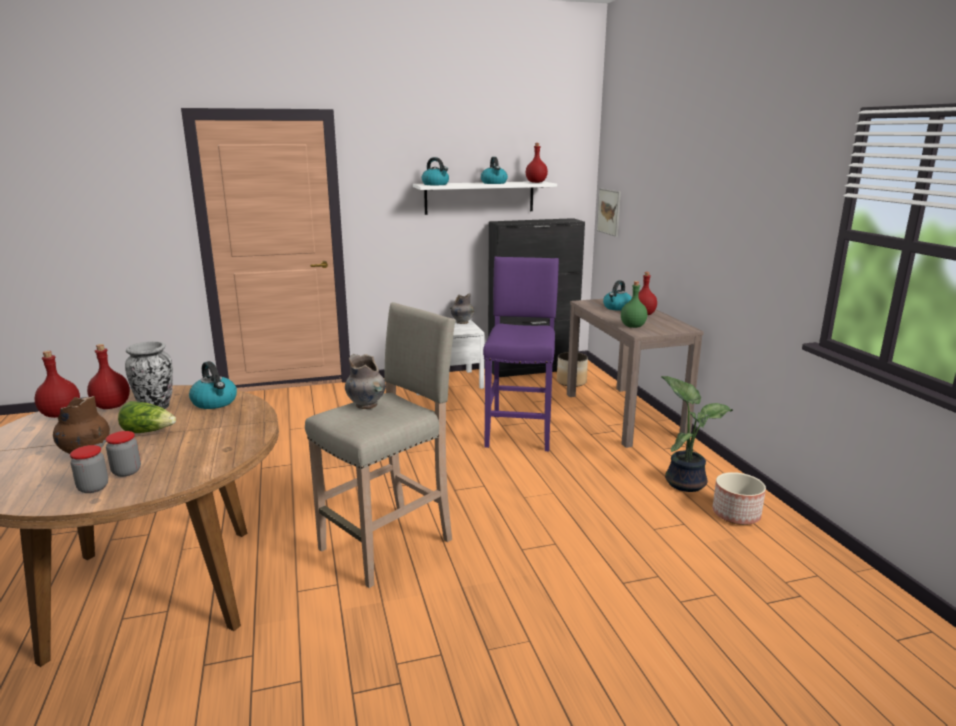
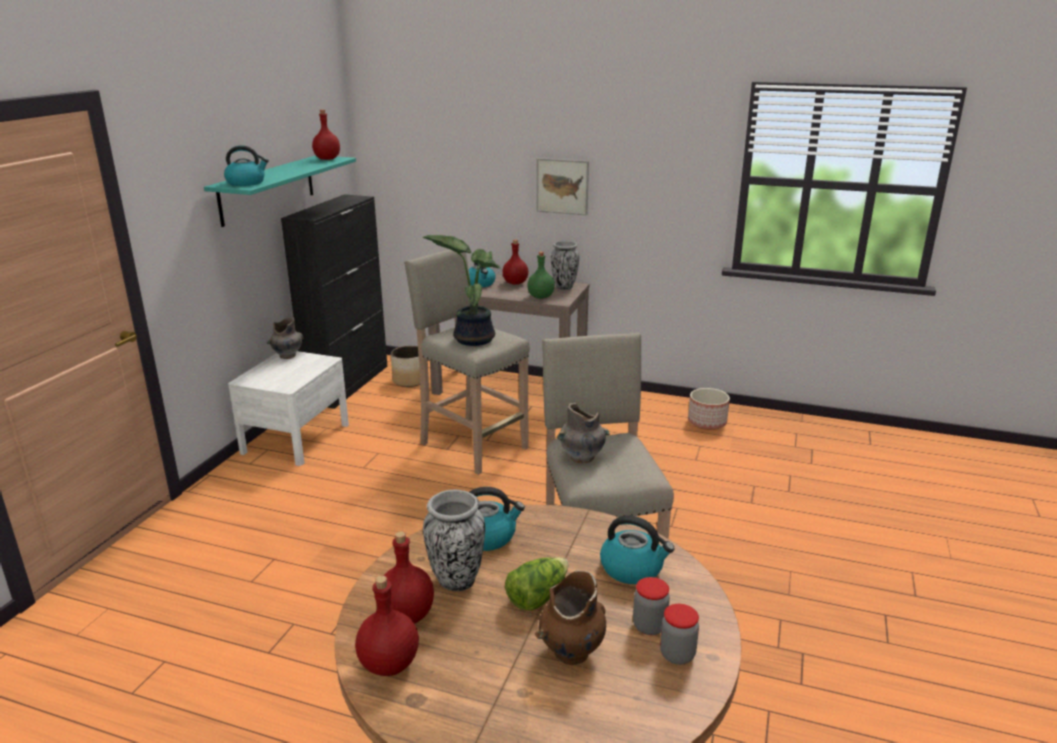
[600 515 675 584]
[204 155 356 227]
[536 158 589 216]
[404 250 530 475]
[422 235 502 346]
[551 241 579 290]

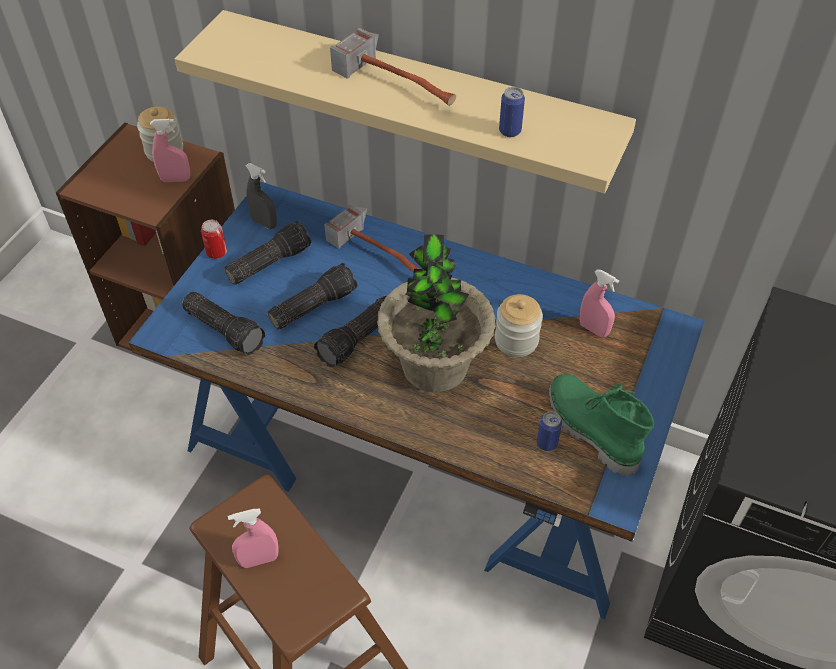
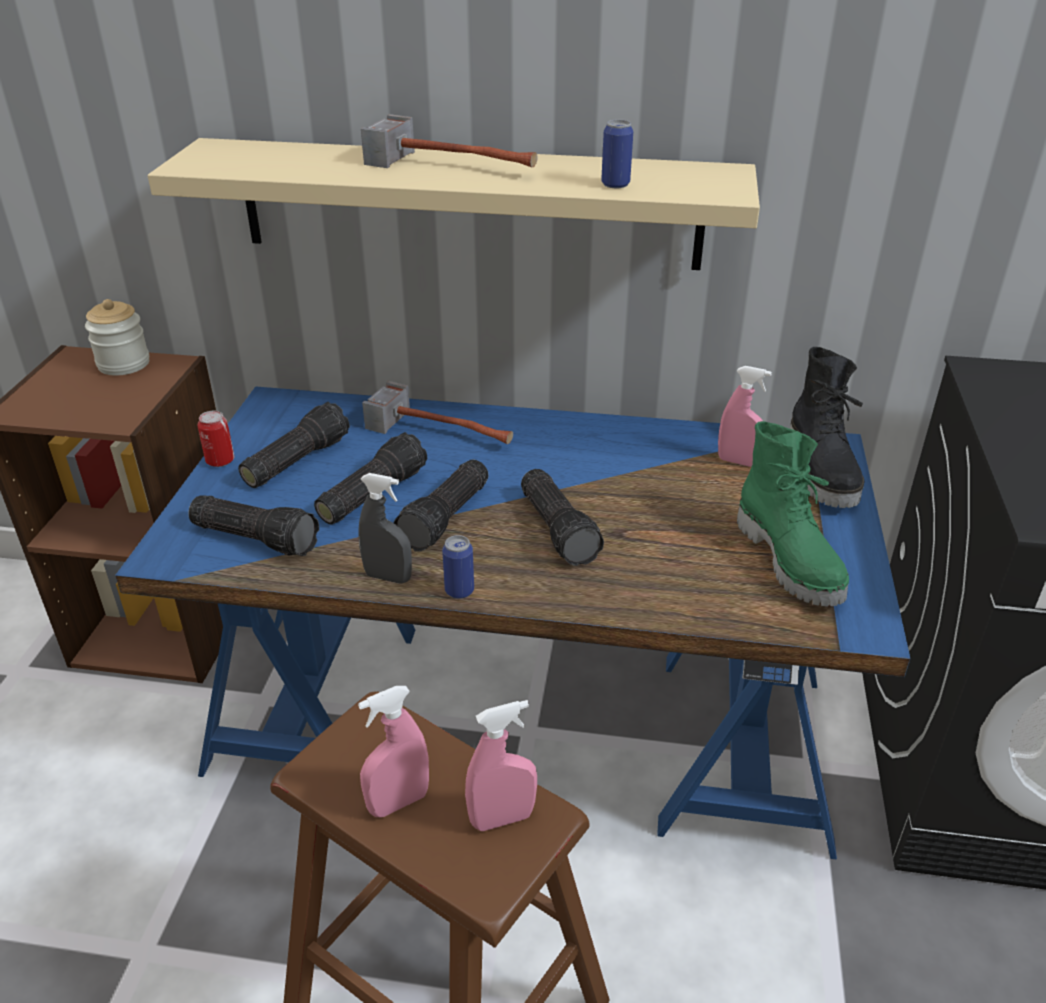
[465 700 537 831]
[358 473 412 584]
[521 469 604 566]
[495 294 543 357] (first image)
[737 421 849 606]
[442 535 474 599]
[790 347 865 508]

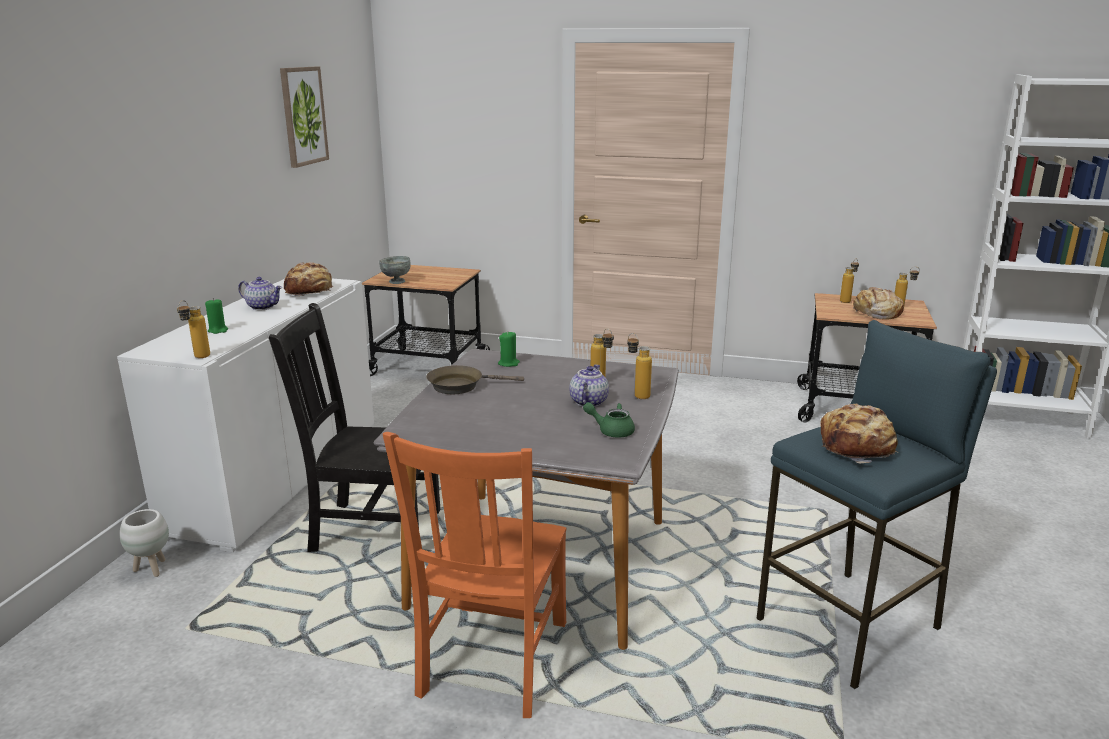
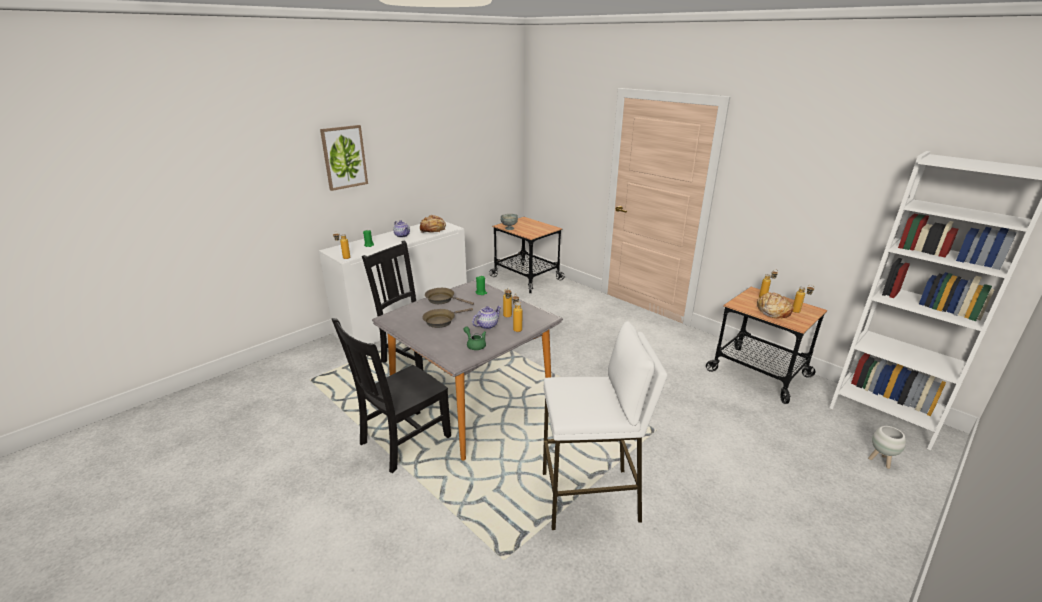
[320 125 368 191]
[543 321 667 530]
[820 404 899 463] (first image)
[332 318 451 473]
[868 426 906 469]
[422 308 473 328]

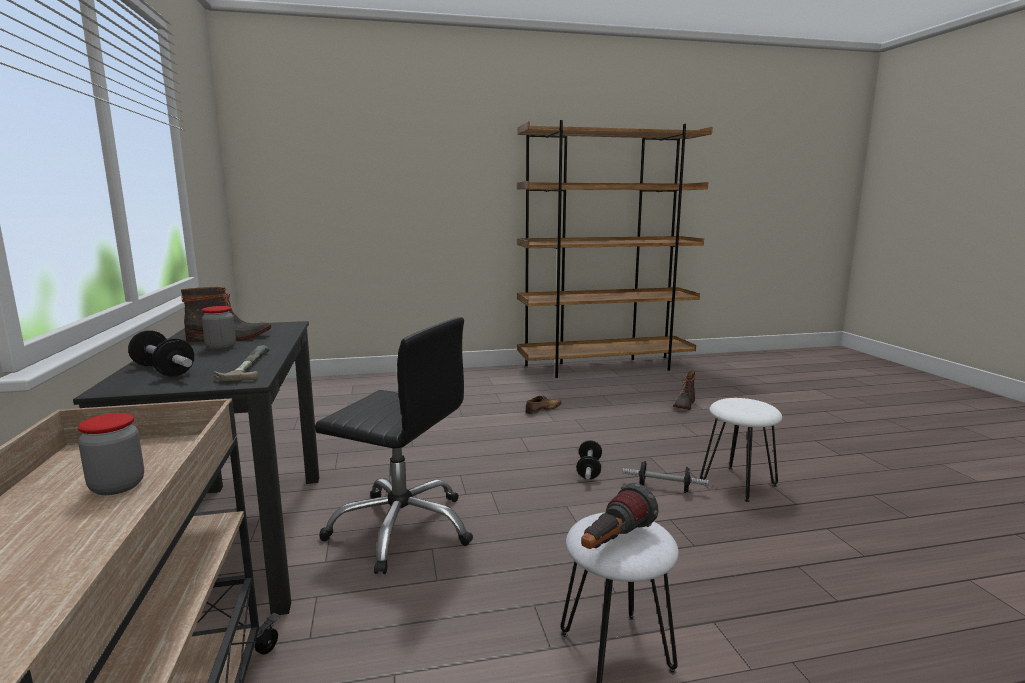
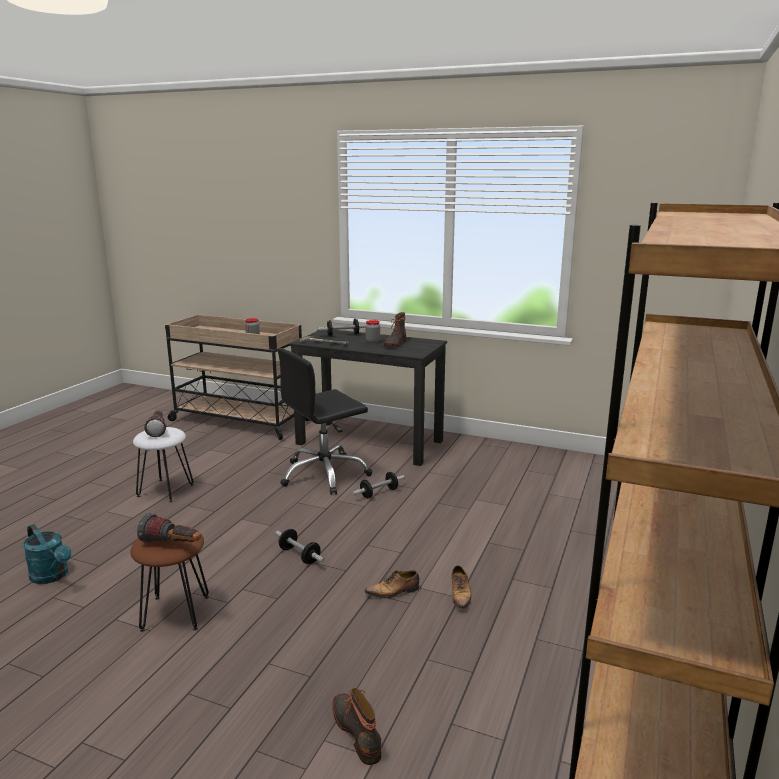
[130 525 209 632]
[352 472 405 498]
[137 513 201 543]
[23 524 72 584]
[364 570 419 598]

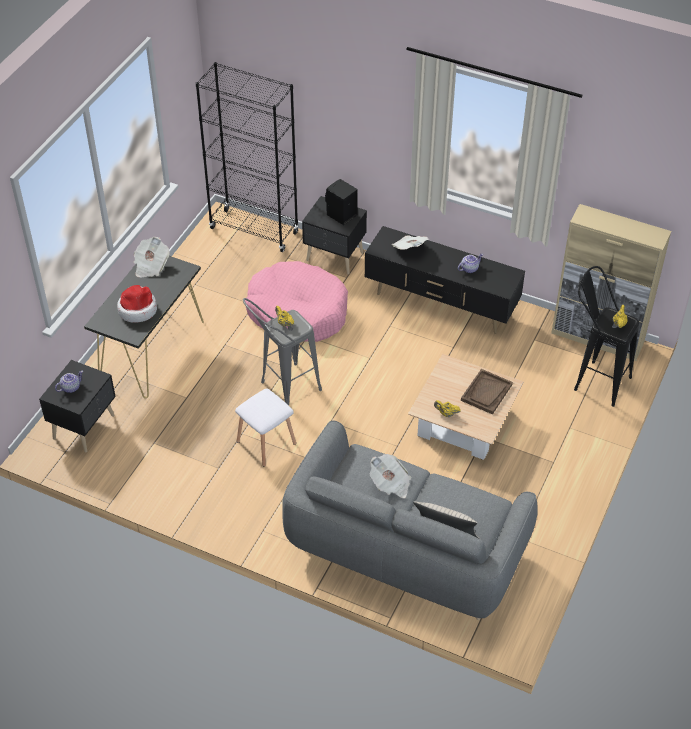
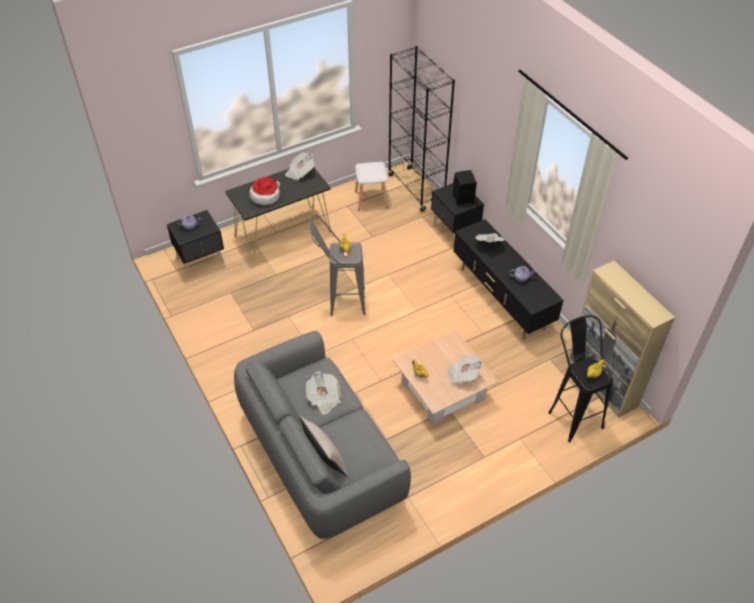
[245 261 348 342] (first image)
[445 355 483 384]
[355 162 388 210]

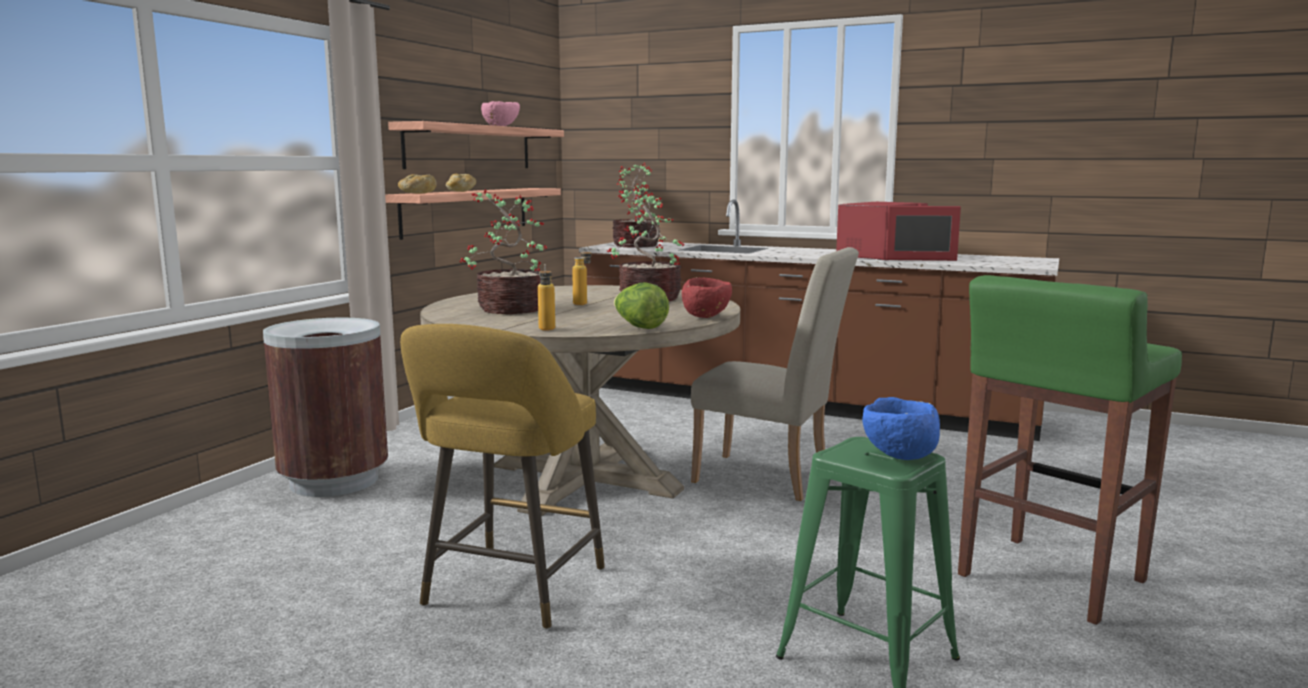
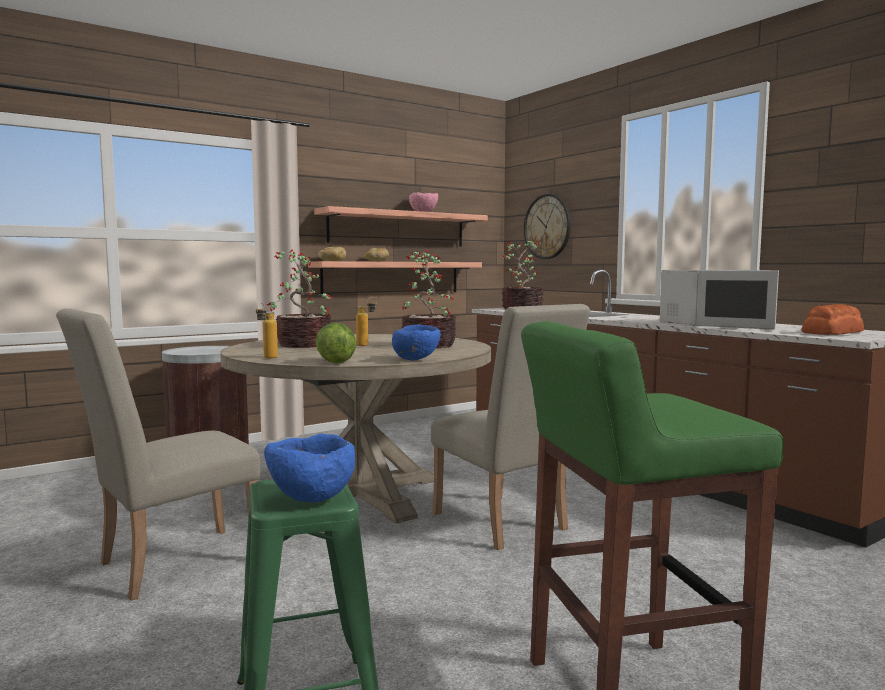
[660 270 779 330]
[392 325 441 361]
[56 309 260 601]
[524 194 571 259]
[801 304 864 335]

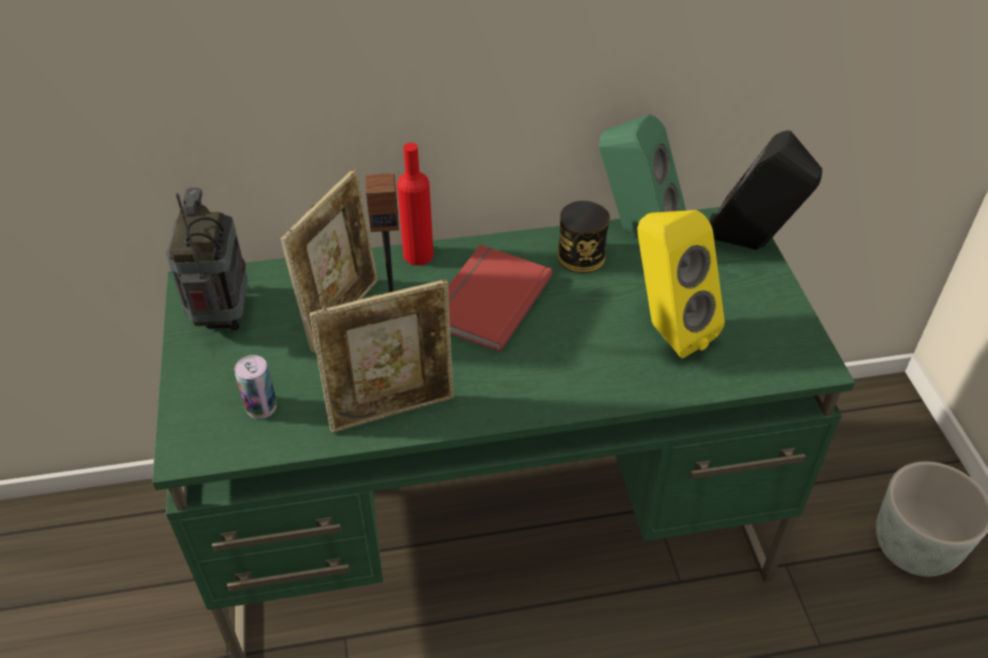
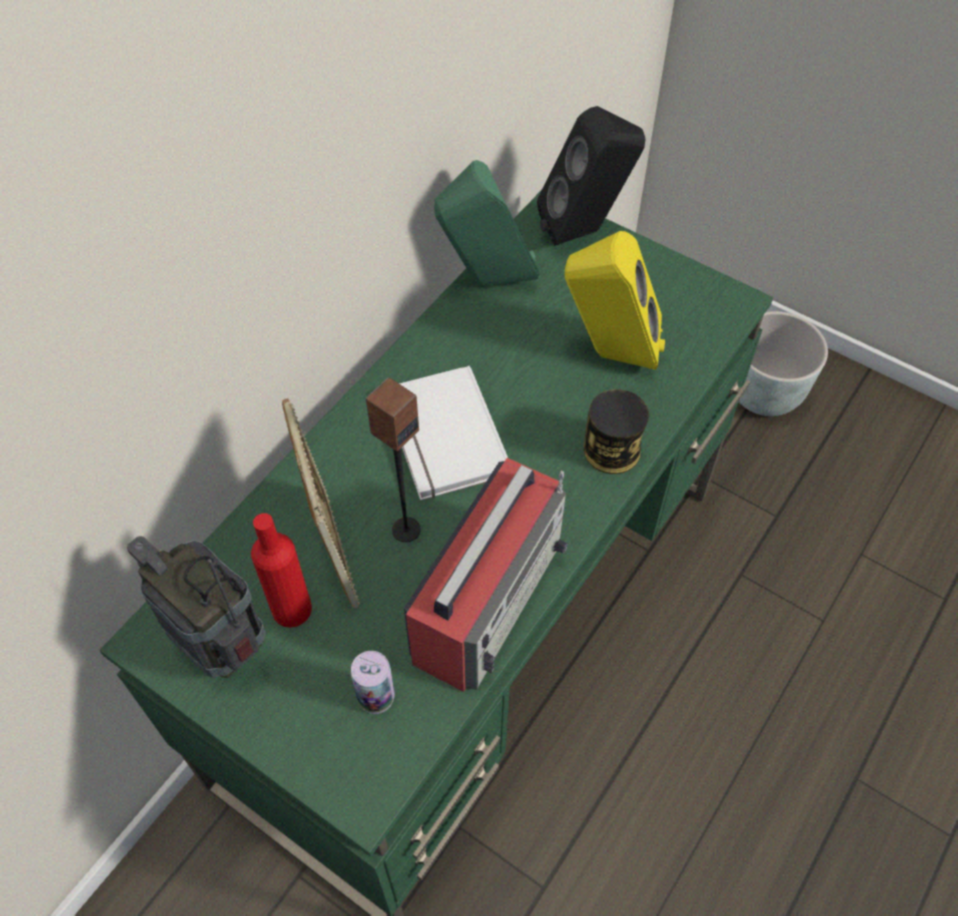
[251 513 312 628]
[584 389 649 474]
[399 366 508 500]
[404 457 568 692]

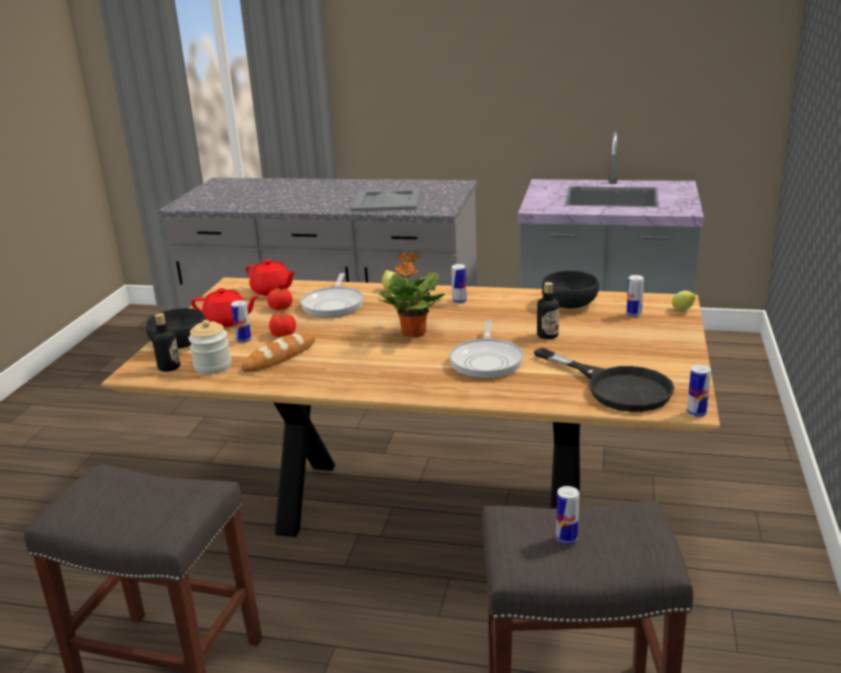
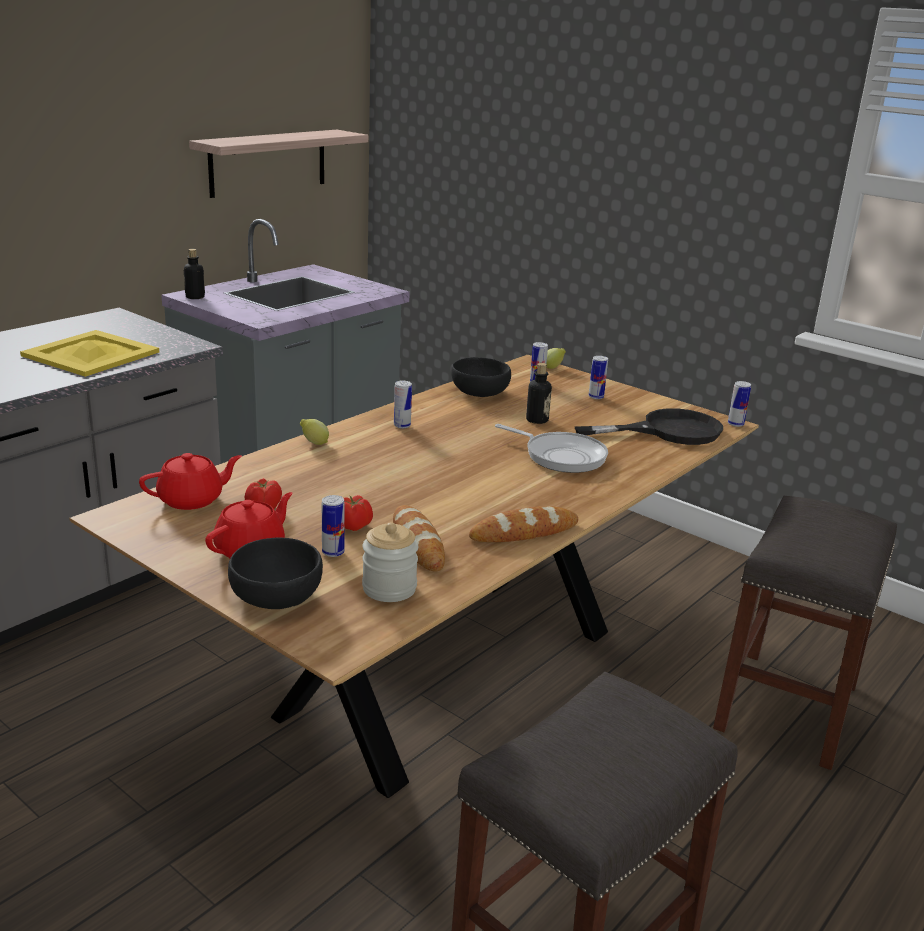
[20 330 159 377]
[378 252 445 337] (first image)
[300 273 364 317] (first image)
[184 249 205 299]
[589 356 608 399]
[189 130 368 198]
[469 506 578 542]

